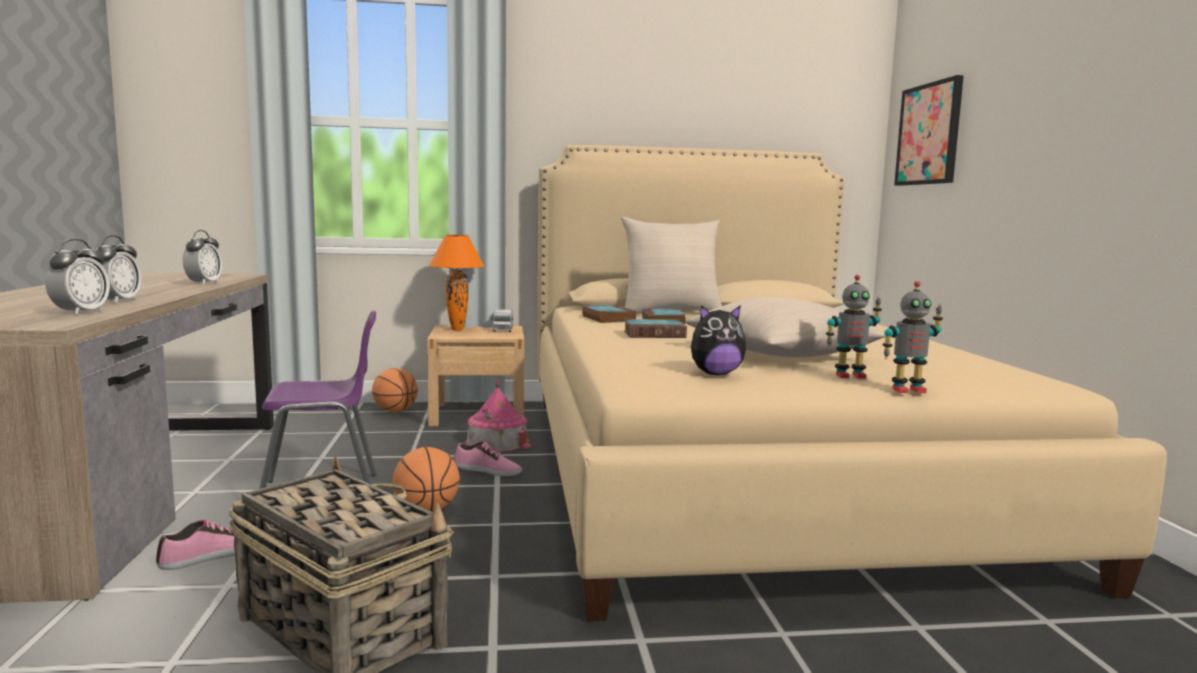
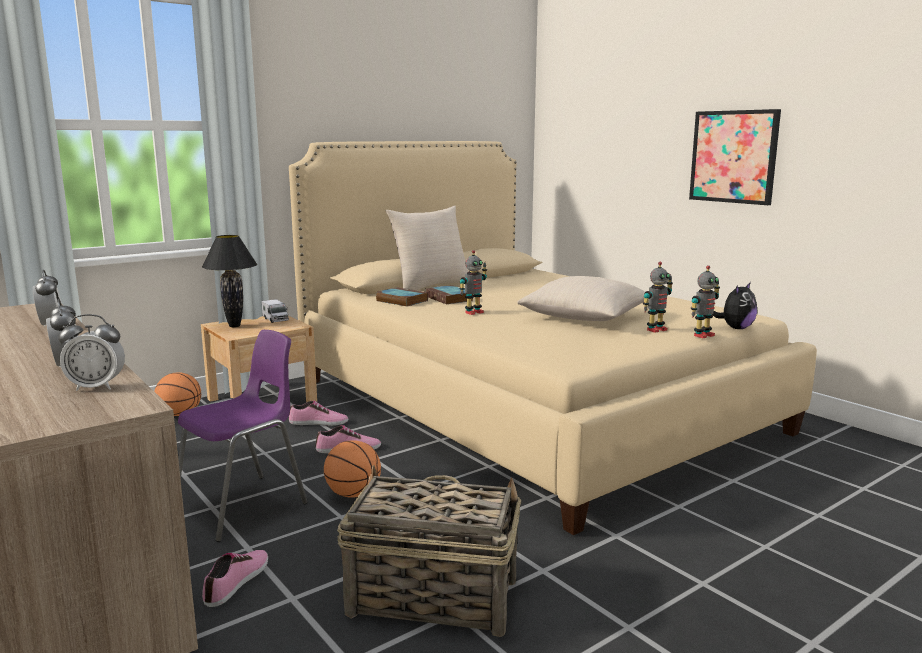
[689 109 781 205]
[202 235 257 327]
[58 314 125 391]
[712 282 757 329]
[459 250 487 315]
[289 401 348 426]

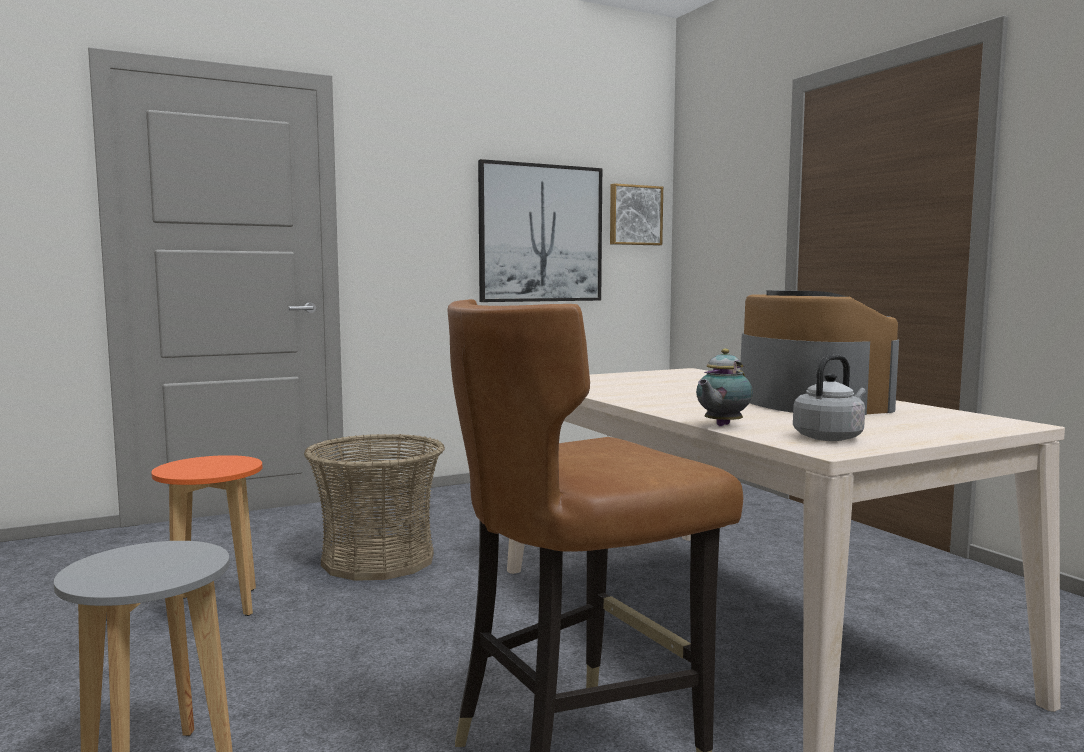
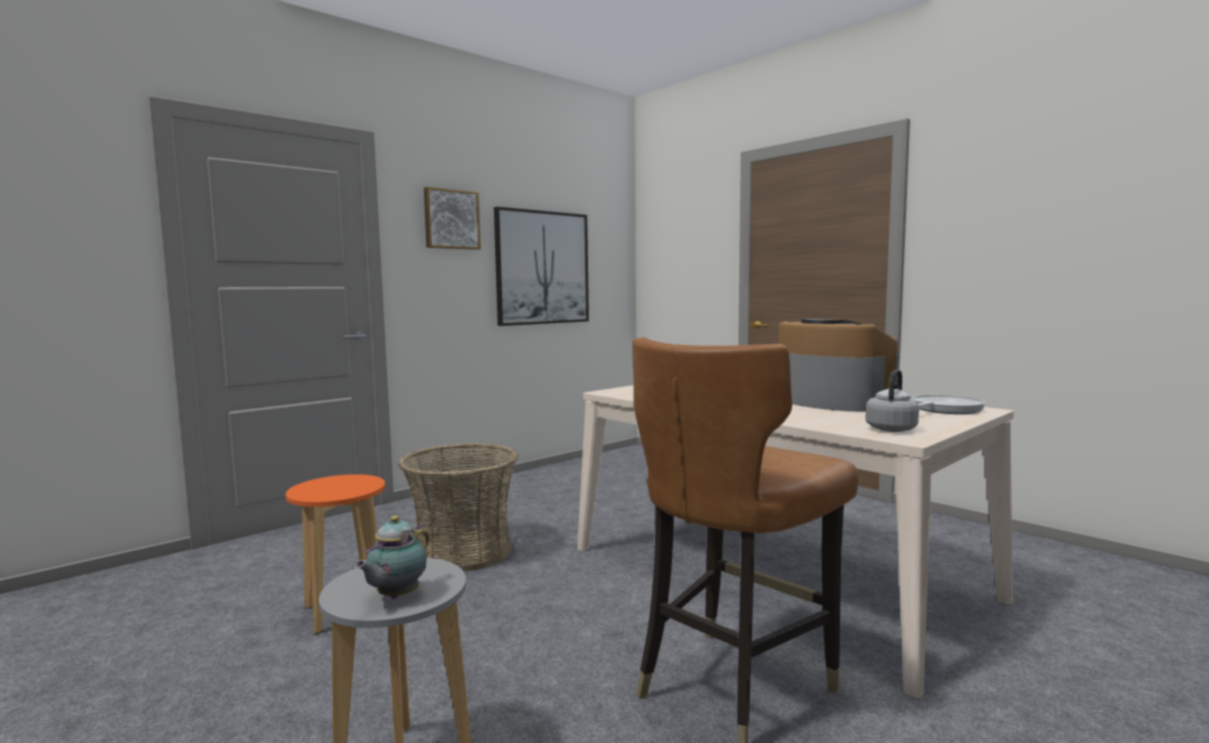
[424 187 481 250]
[355 516 429 599]
[912 395 985 414]

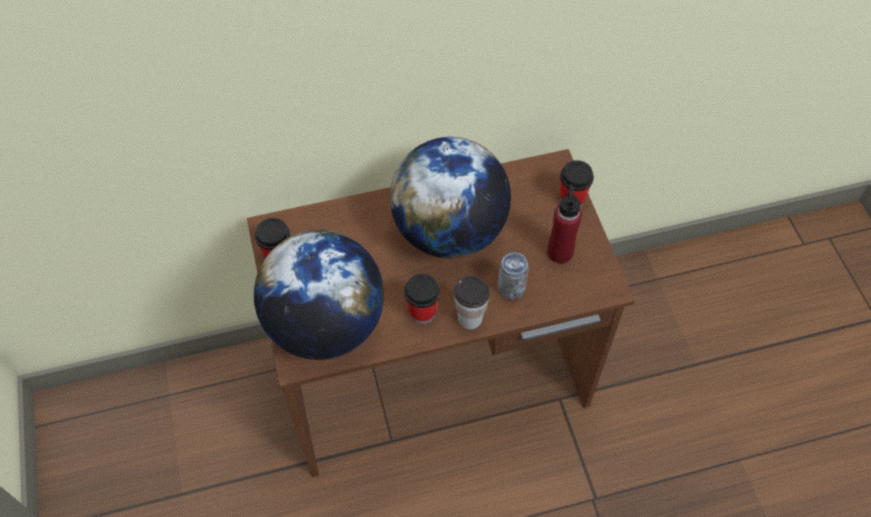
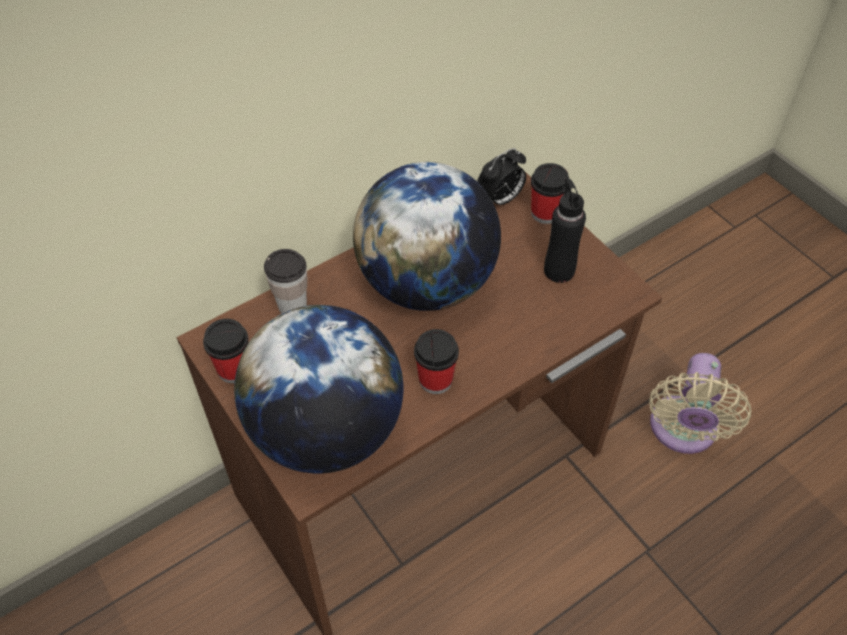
[544 178 586 283]
[498 252 529 300] (first image)
[264 249 307 314]
[477 148 526 205]
[649 353 751 454]

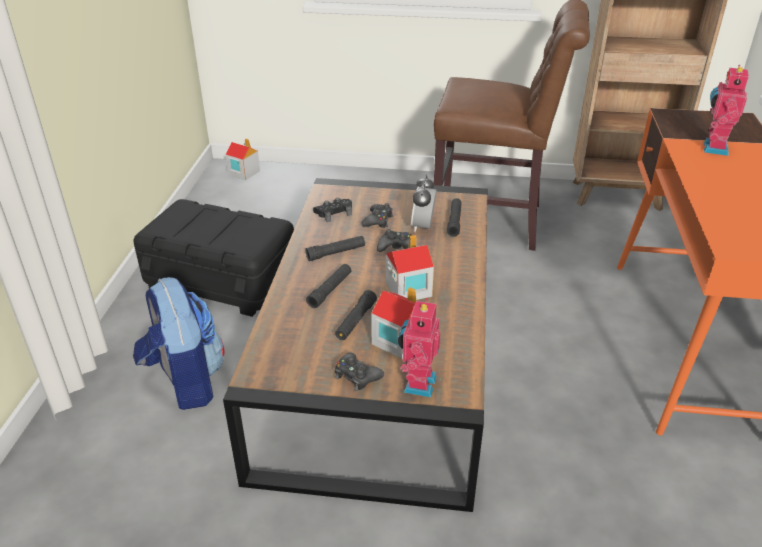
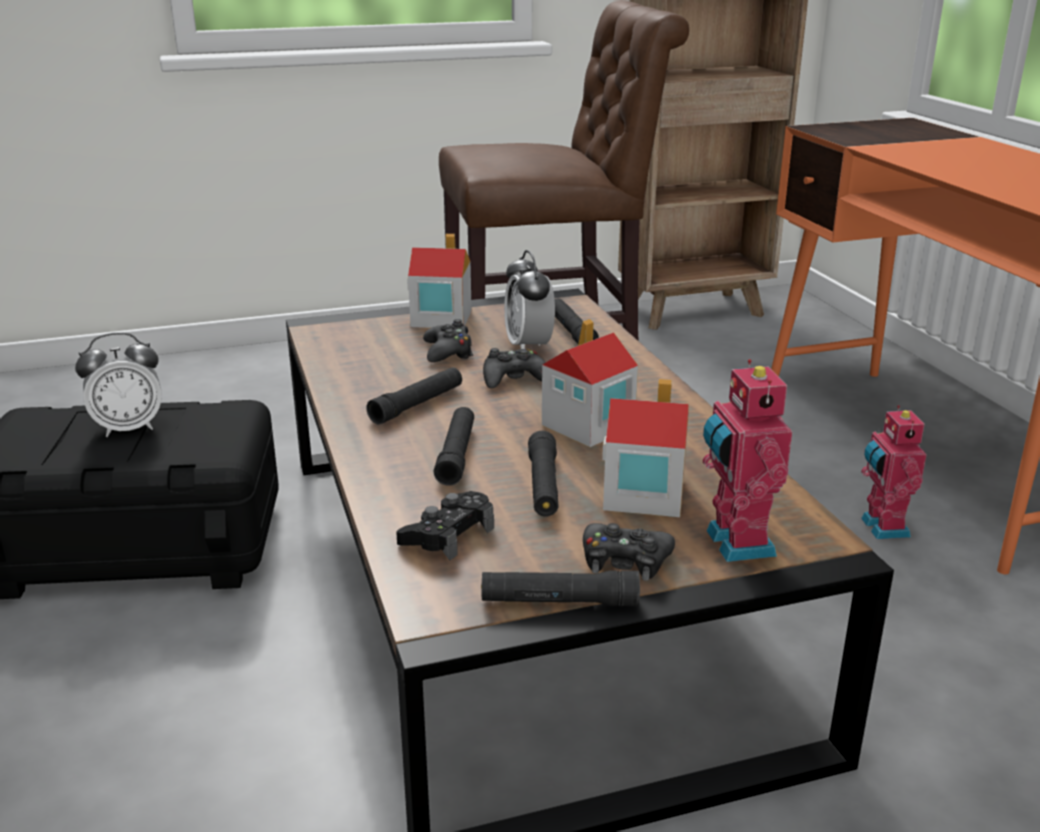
[861 405 927 539]
[407 234 472 328]
[396 491 494 561]
[133 277 225 410] (first image)
[75 332 162 437]
[481 570 640 606]

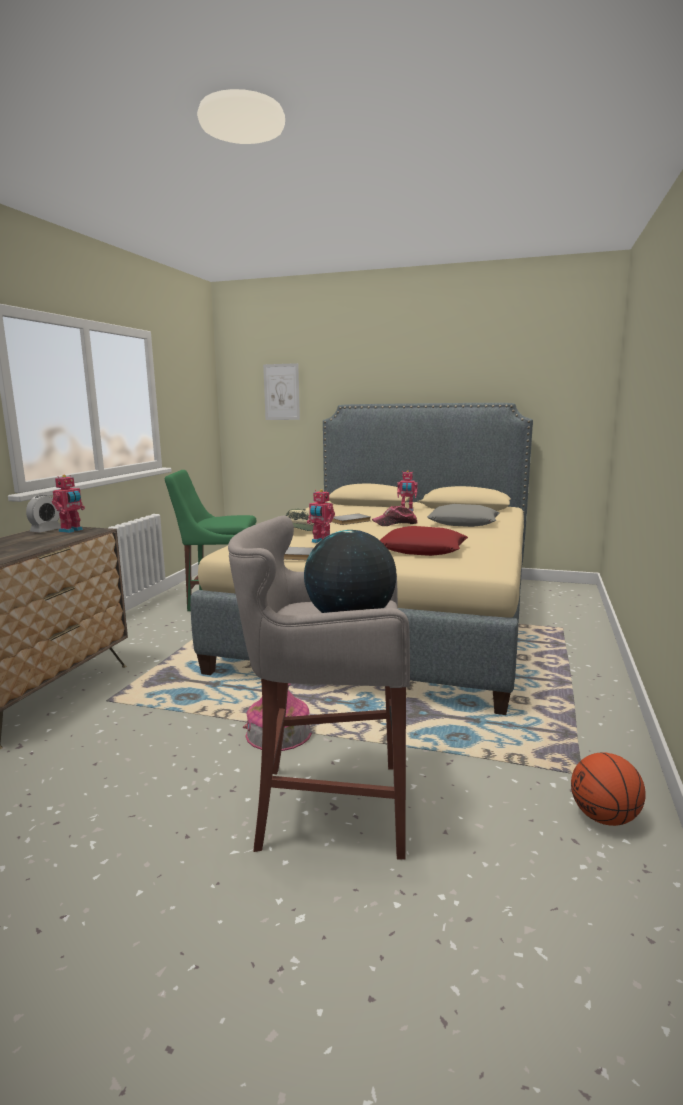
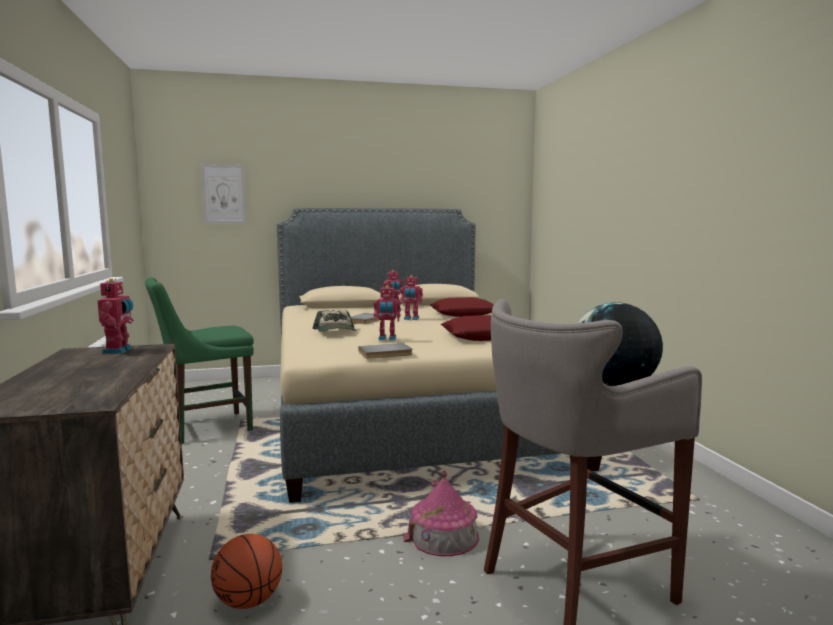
[26 495 61 533] (first image)
[430 297 494 317]
[400 275 423 320]
[211 534 282 609]

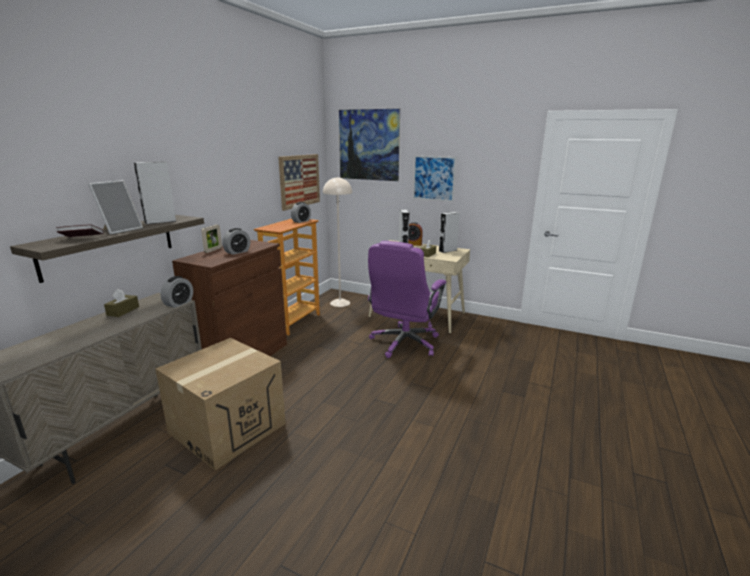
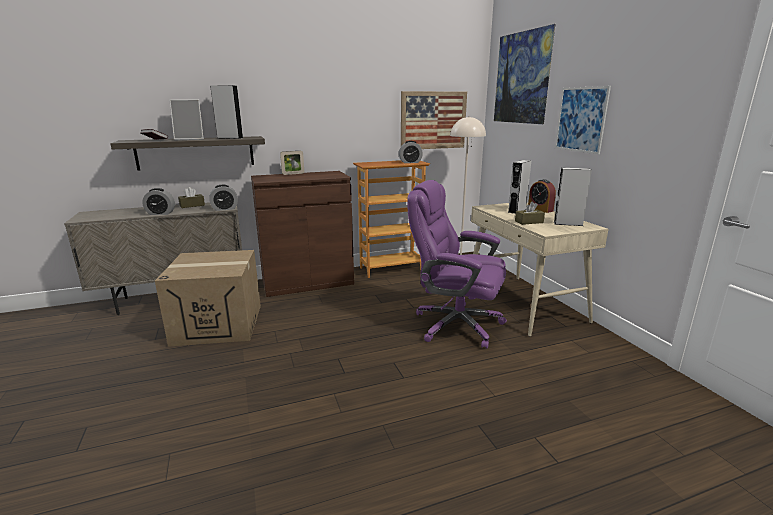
[142 188 175 215]
[407 180 507 349]

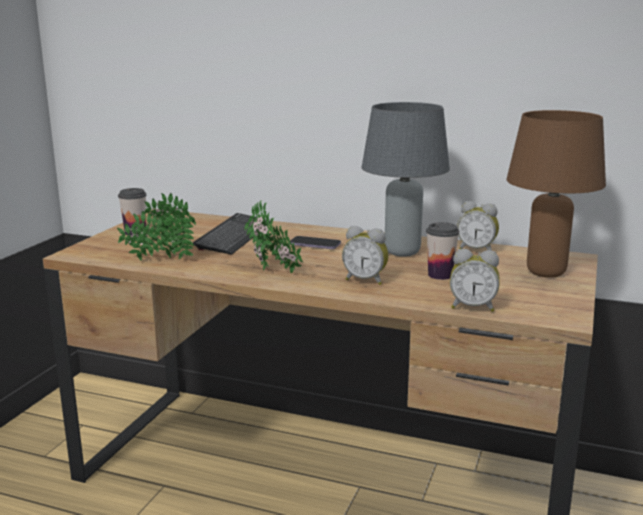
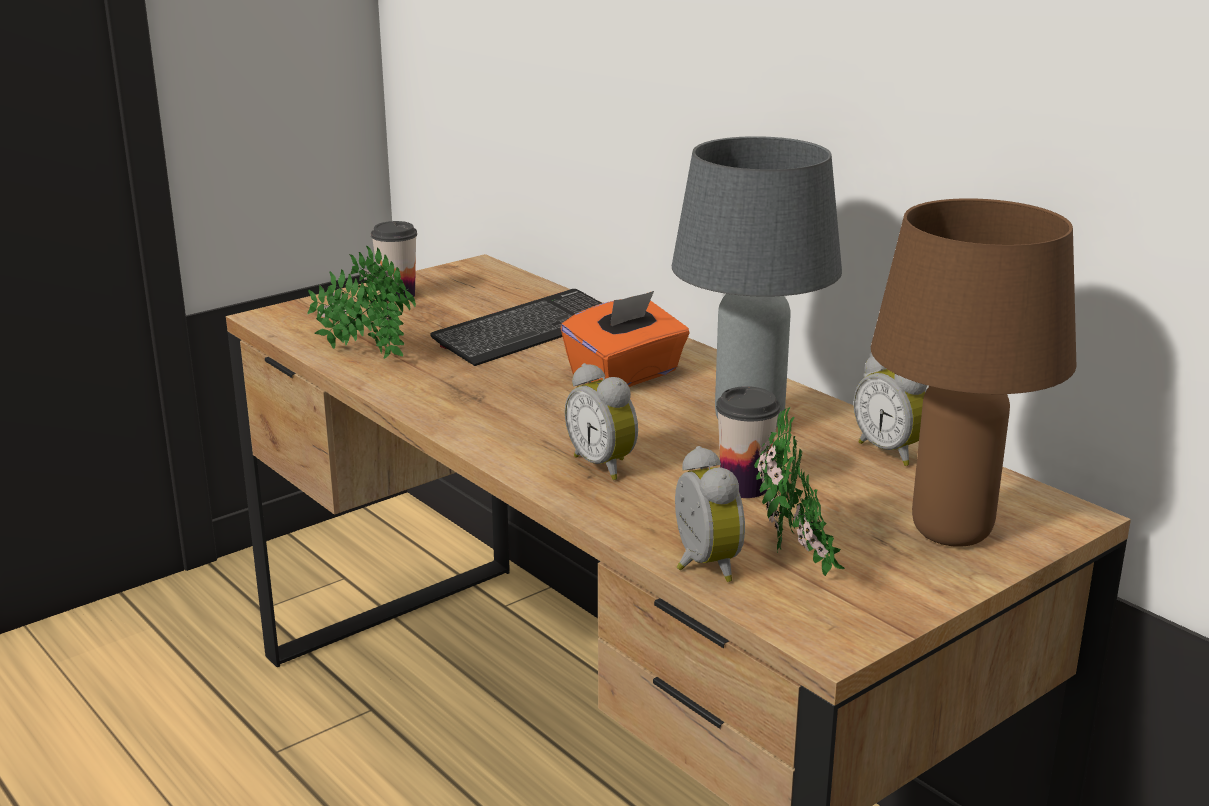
[754 407 845 576]
[561 291 690 387]
[675 446 745 582]

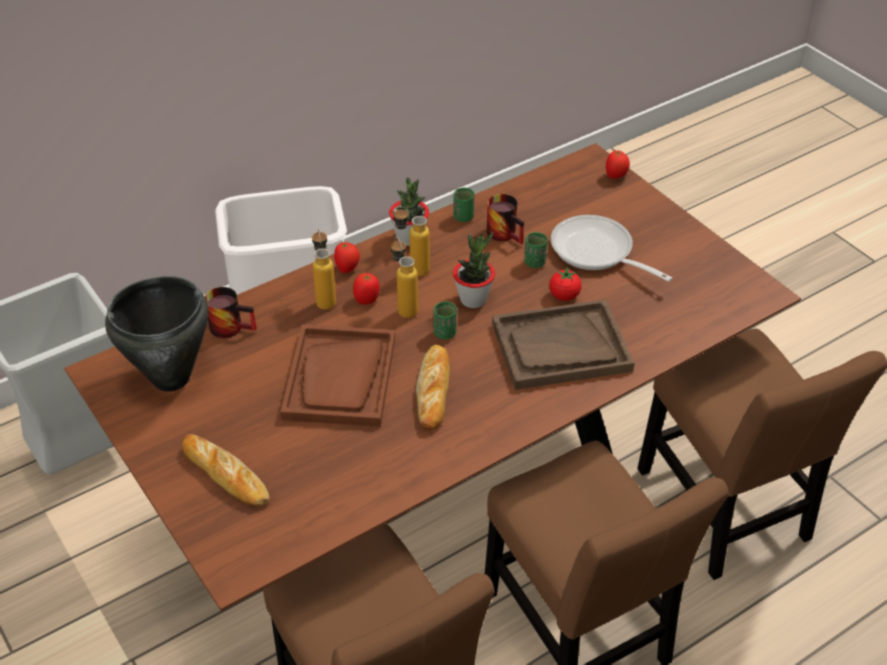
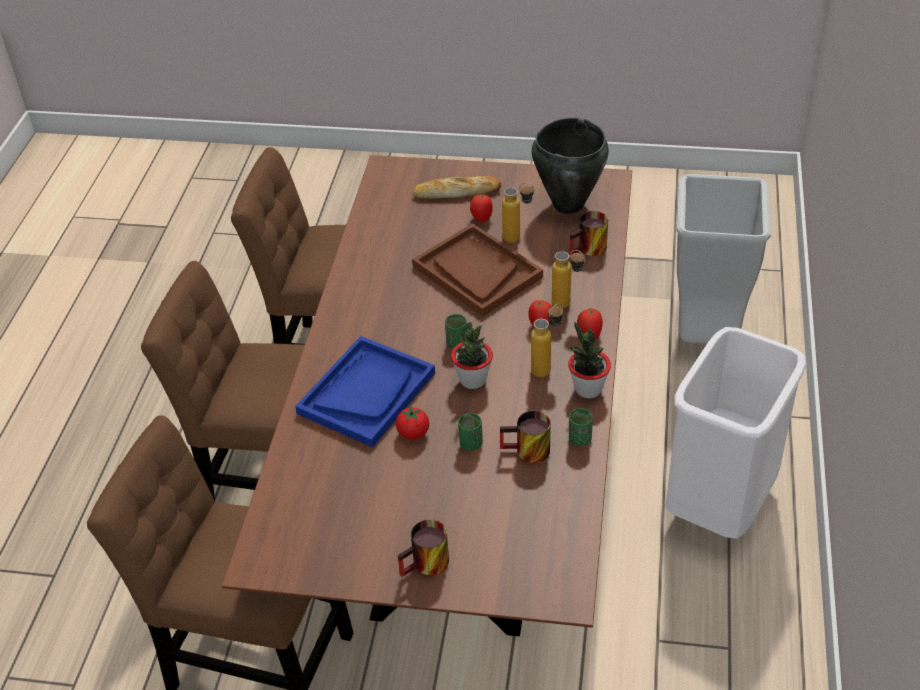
[470 194 493 222]
[551 215 672 282] (first image)
[502 183 535 243]
[295 336 435 447]
[416 345 450 430] (first image)
[398 519 449 577]

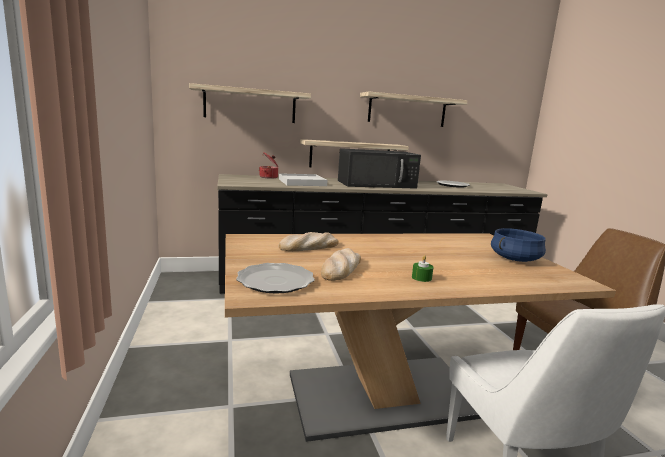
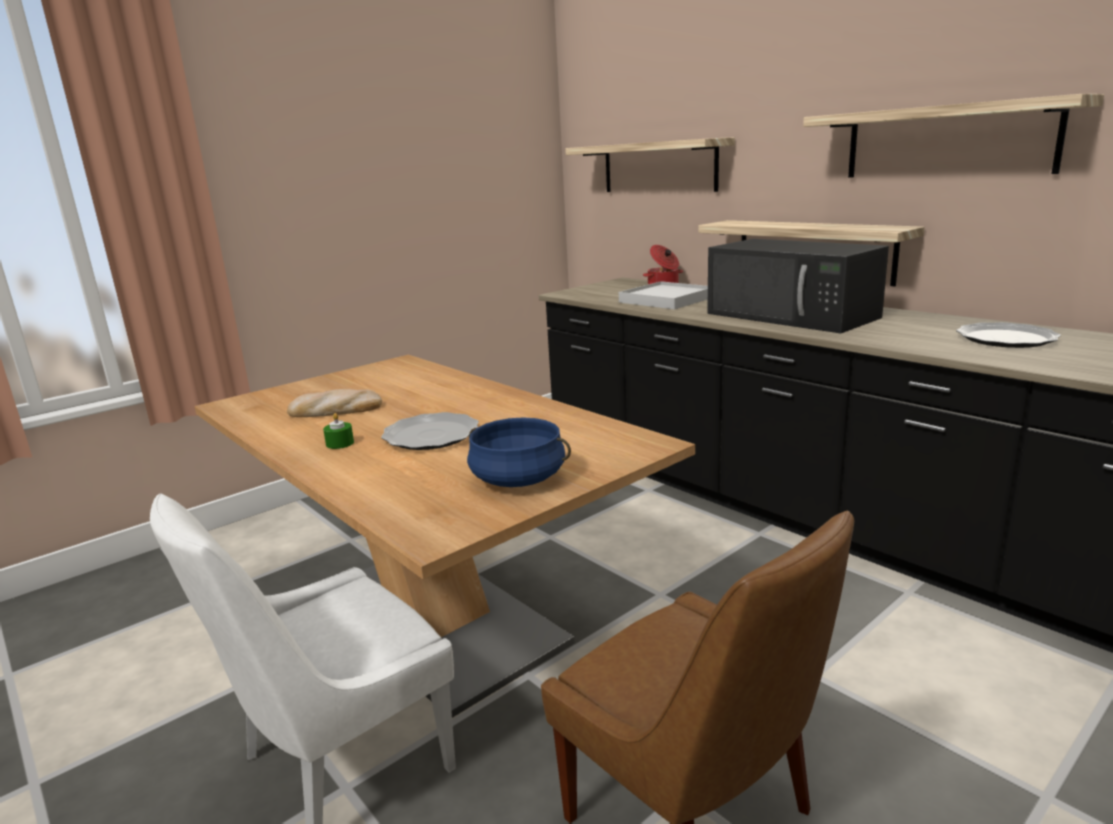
[279 232 339 251] (first image)
[381 412 479 450]

